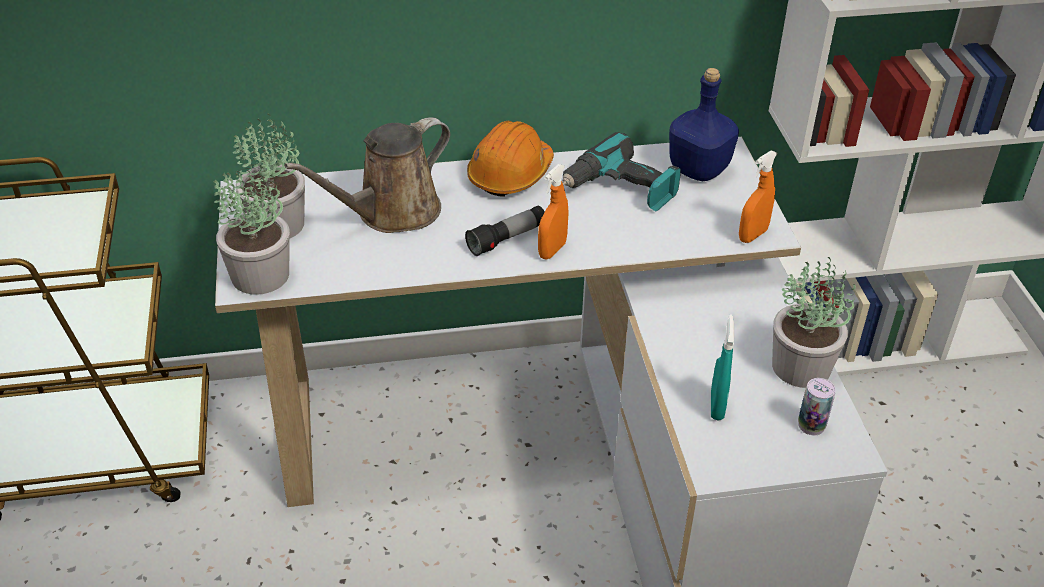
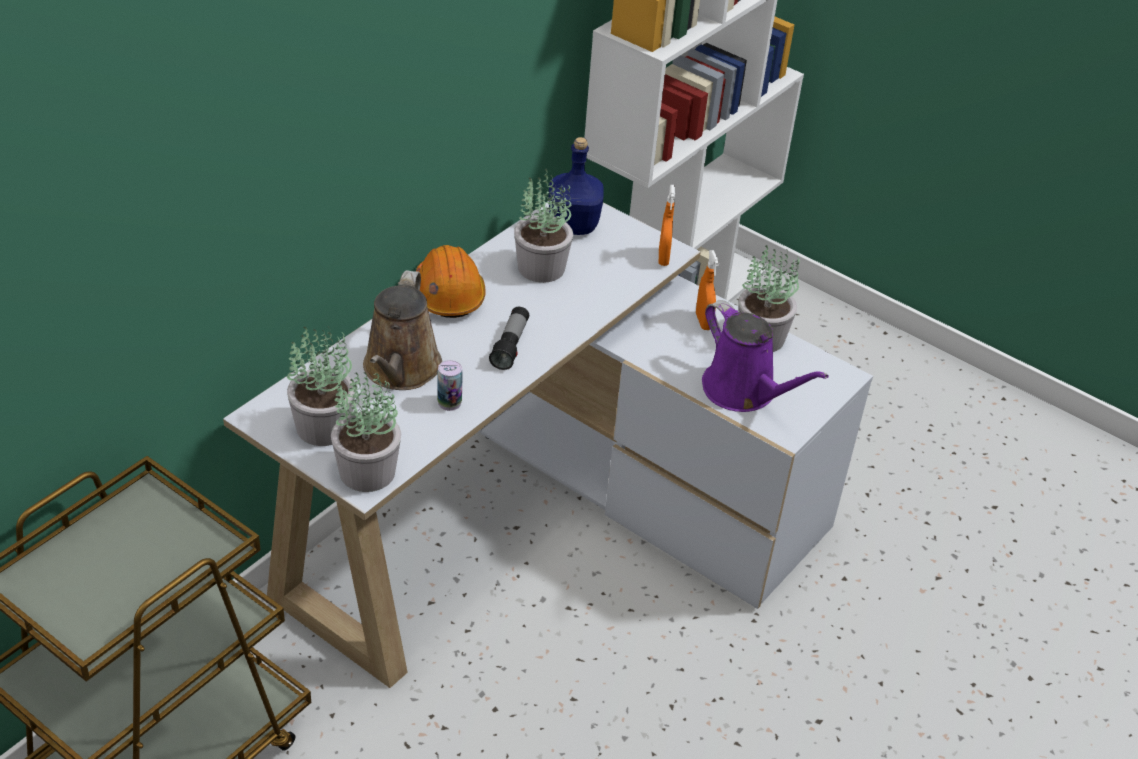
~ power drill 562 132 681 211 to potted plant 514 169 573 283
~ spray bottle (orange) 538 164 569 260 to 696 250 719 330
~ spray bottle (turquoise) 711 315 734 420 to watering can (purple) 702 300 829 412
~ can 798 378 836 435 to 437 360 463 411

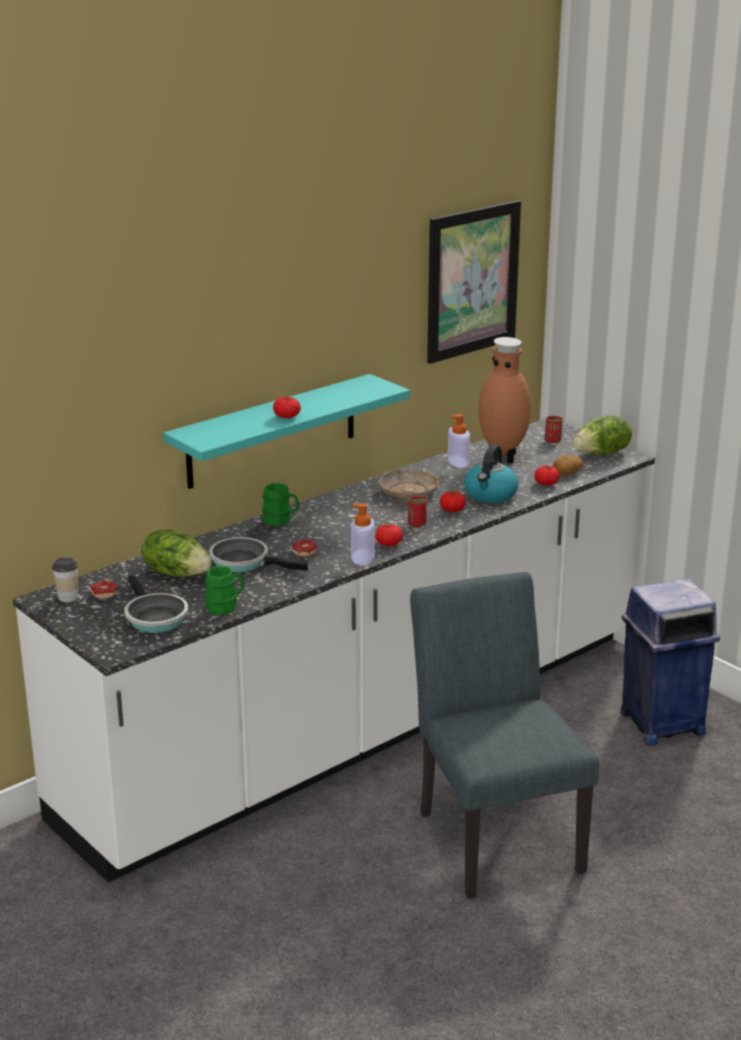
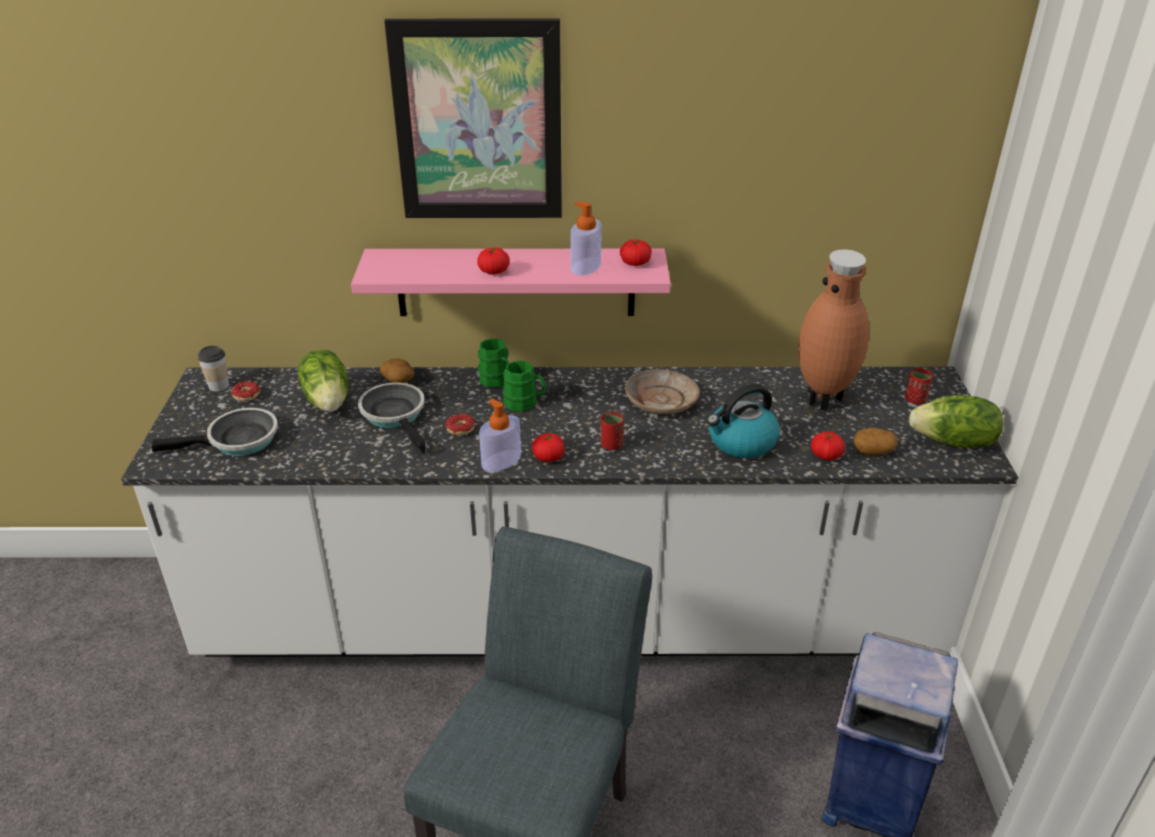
~ picture 427 200 521 364 to 384 19 562 218
~ shelf (turquoise) 163 374 410 489 to shelf (pink) 351 249 671 316
~ soap dispenser 448 414 470 468 to 571 202 602 276
~ tomato 440 491 466 512 to 620 239 652 266
~ mug (green) 205 566 244 615 to 502 361 546 412
~ frying pan 124 575 188 633 = 152 408 278 456 120 degrees counterclockwise
+ potato 380 358 415 383

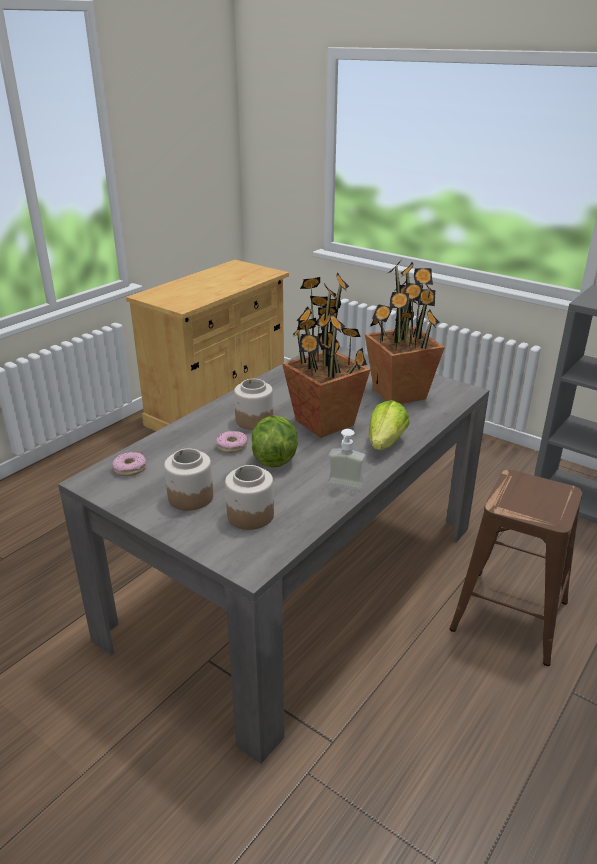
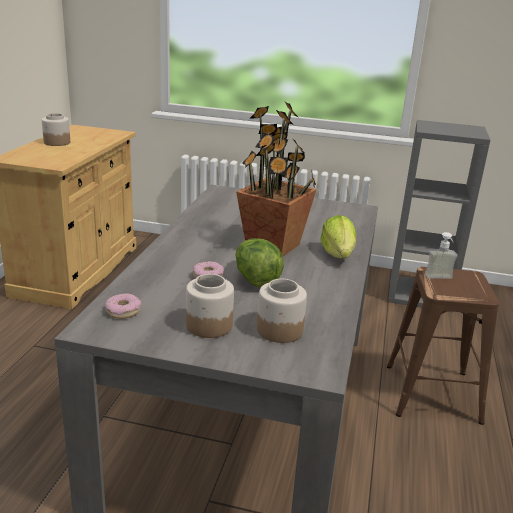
- potted plant 365 259 445 404
~ jar 234 379 273 430 to 42 113 70 146
~ soap dispenser 328 429 365 490 to 425 232 457 279

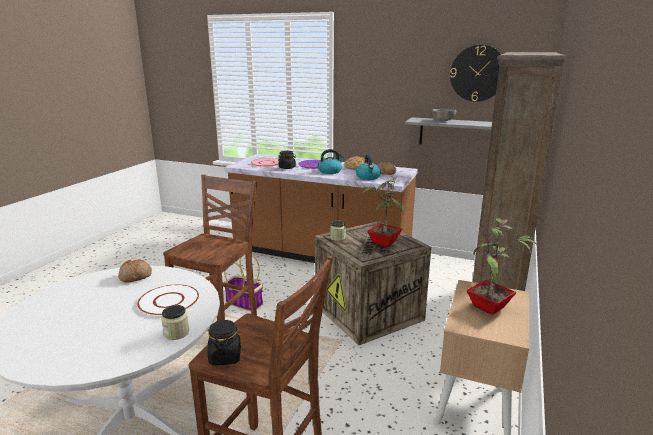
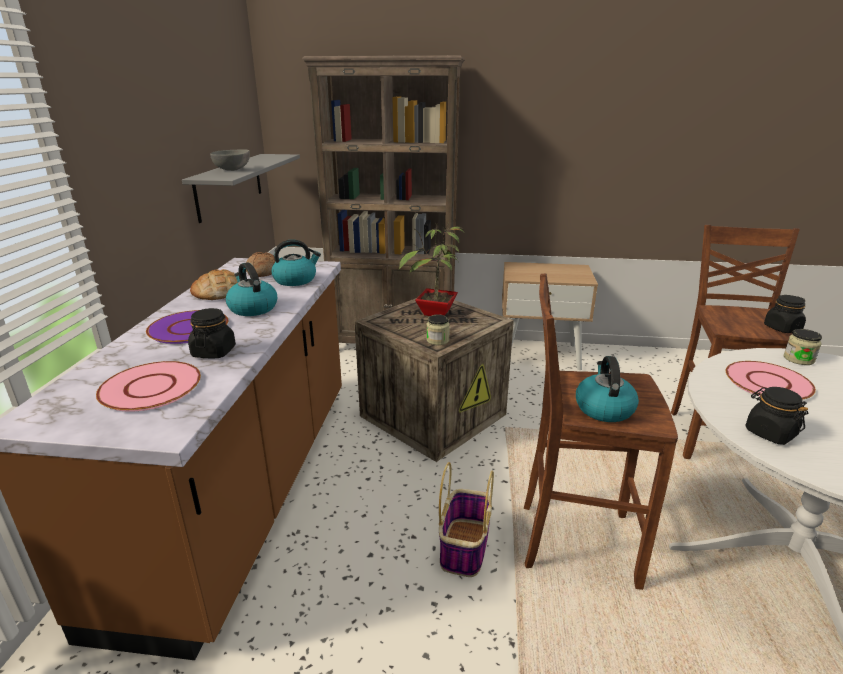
- wall clock 450 45 501 102
- potted plant 466 216 538 315
~ bread 118 259 152 282 to jar (black) 745 387 808 445
~ plate (white) 137 284 199 316 to plate (pink) 726 361 816 400
+ kettle 576 356 639 422

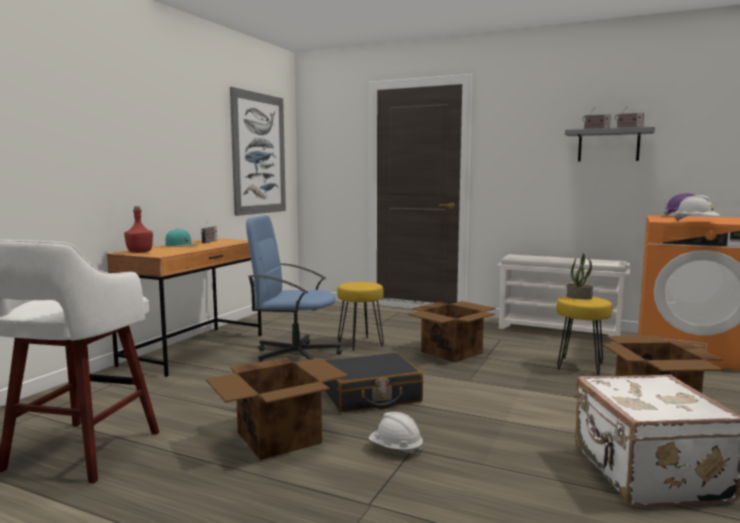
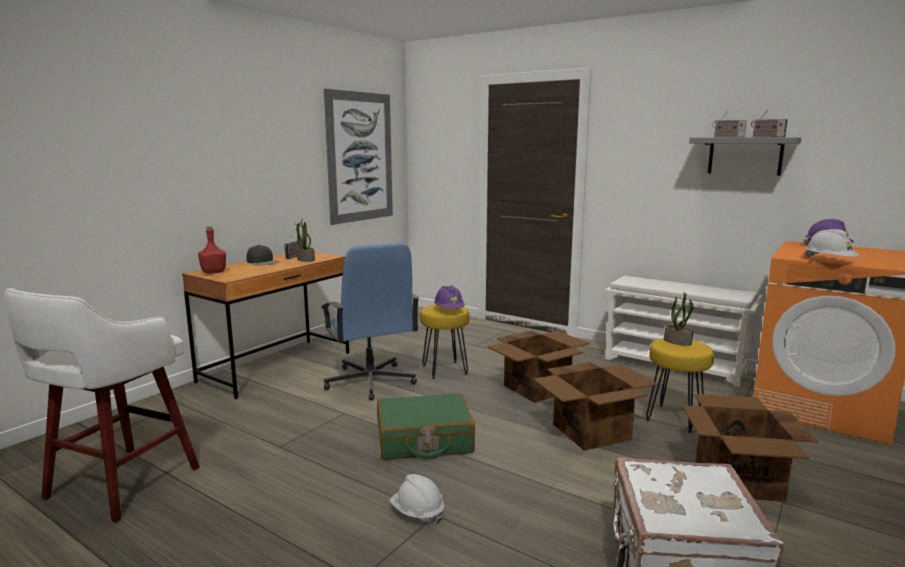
~ office chair (blue) 246 215 342 362 = 321 243 420 400 135 degrees counterclockwise
~ cap (turquoise) 165 229 200 247 to cap (black) 247 245 281 265
~ suitcase (black) 322 353 423 412 to suitcase (green) 377 393 475 460
~ cardboard box 206 357 349 460 to 533 362 658 451
+ potted plant 294 218 315 262
+ hard hat (purple) 434 285 465 309

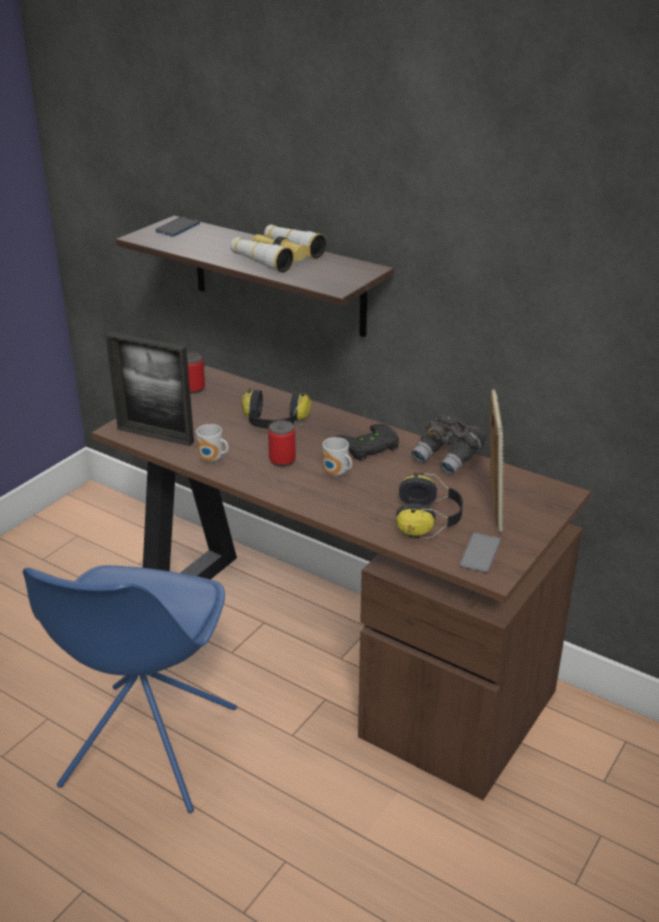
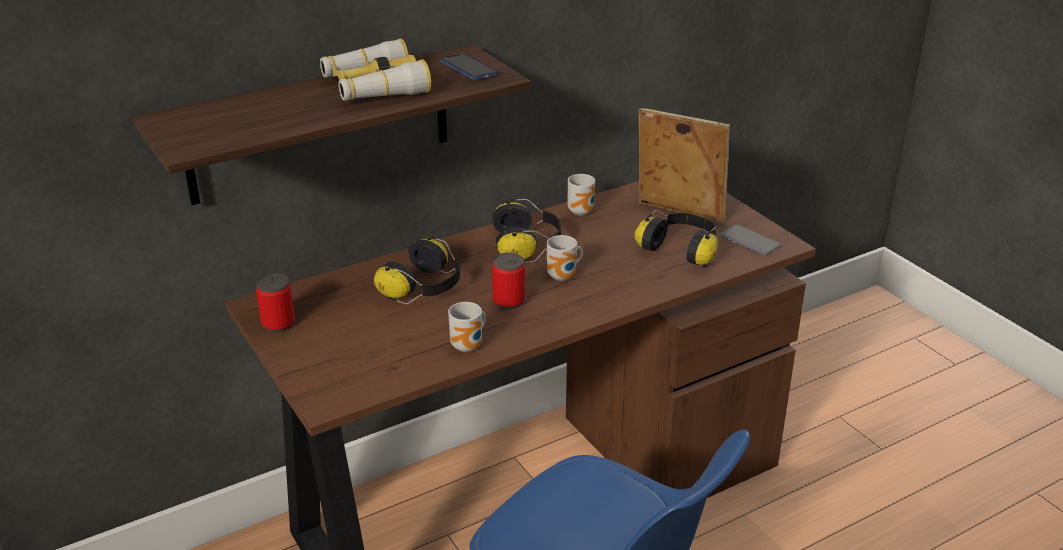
~ phone 156 216 200 237 to 440 54 498 79
- picture frame 105 332 194 446
~ binoculars (grey) 411 412 487 475 to mug 568 174 595 216
~ game controller (black) 335 424 399 461 to headphones 492 199 561 263

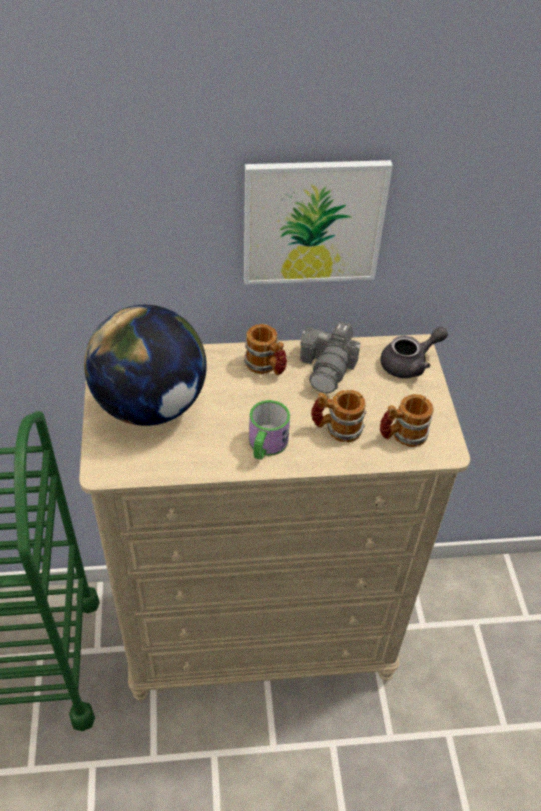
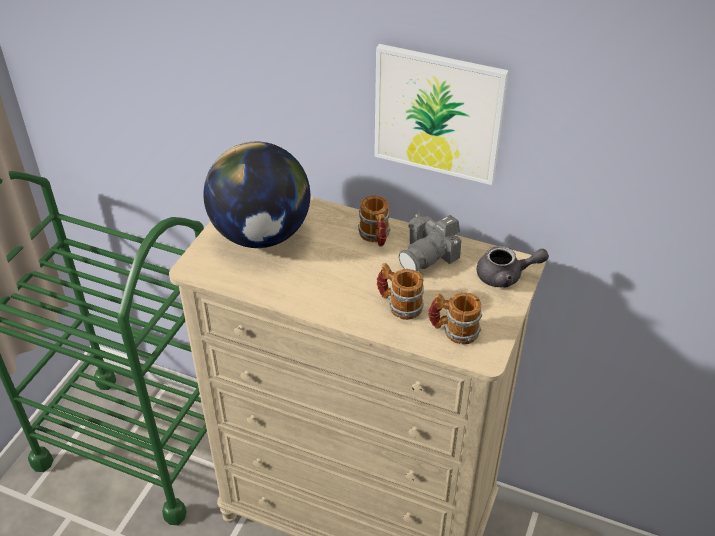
- mug 249 400 290 460

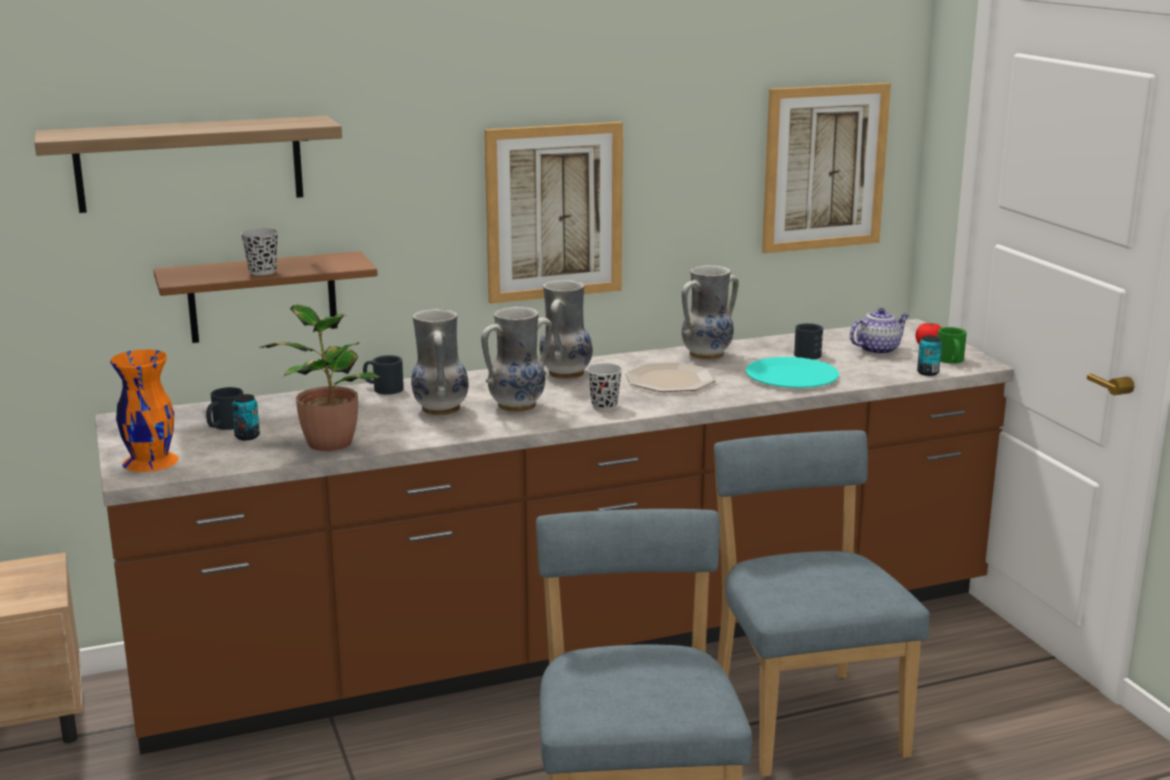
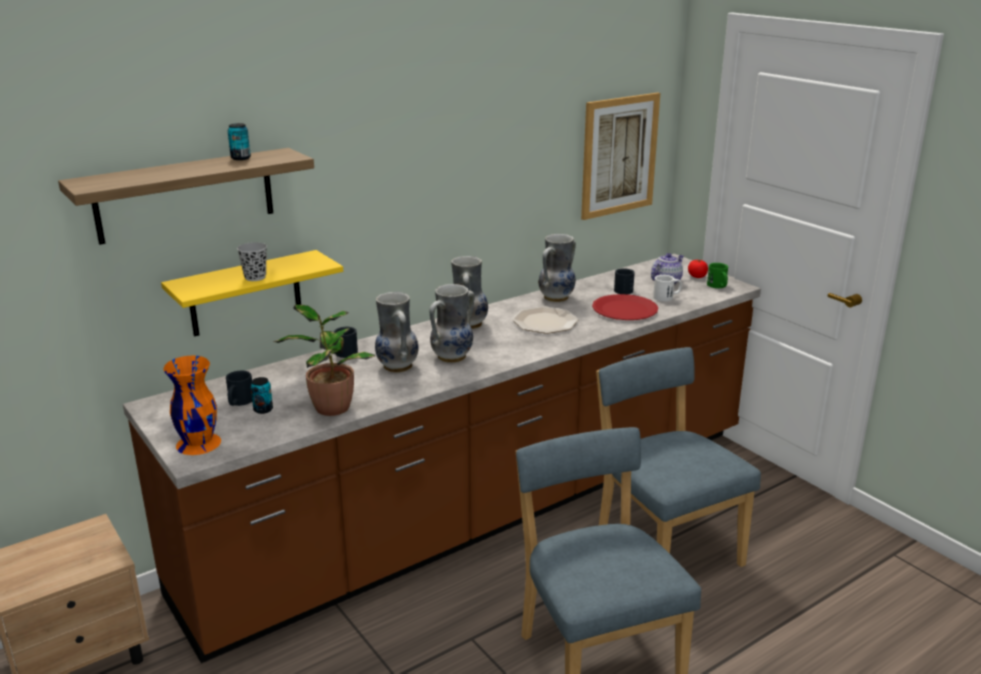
- picture 484 122 623 304
~ shelf (brown) 153 251 378 343 to shelf (yellow) 161 250 343 337
~ can 917 335 942 376 to 228 123 251 160
~ plate (turquoise) 746 357 839 388 to plate (red) 592 294 658 320
- cup (black) 587 363 622 410
+ mug (white) 653 275 682 301

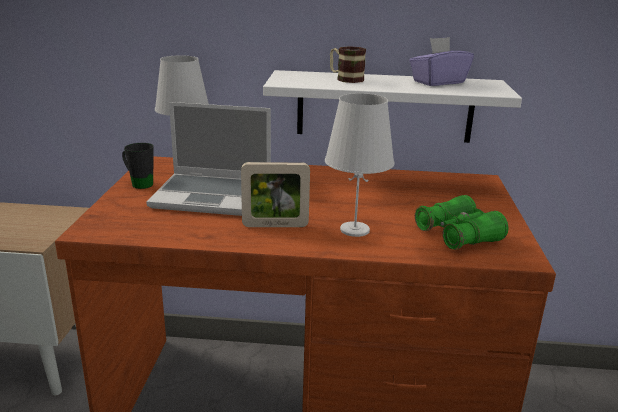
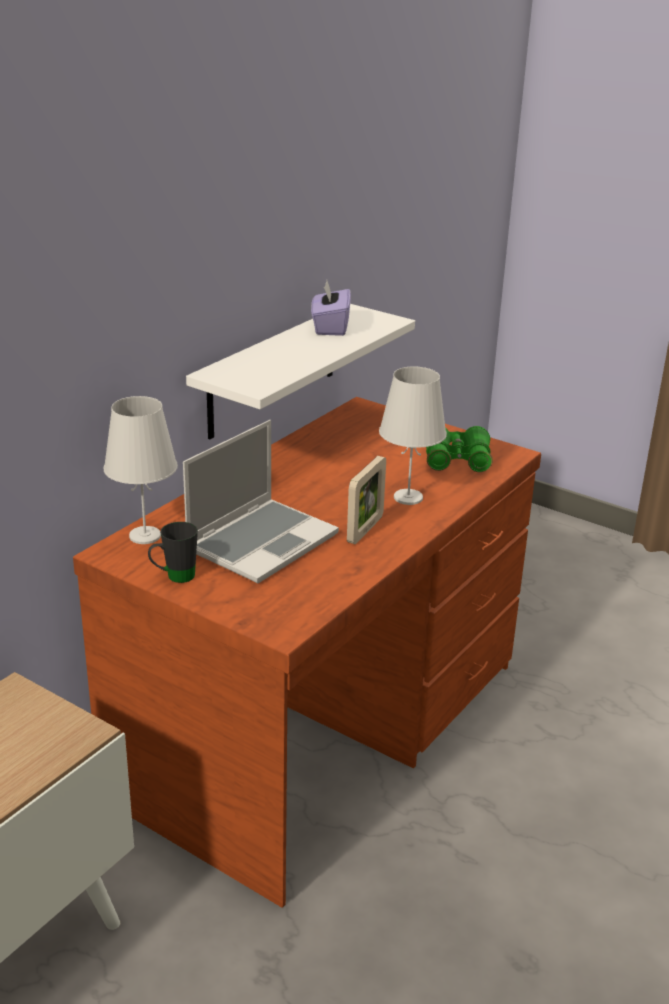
- mug 330 46 366 83

